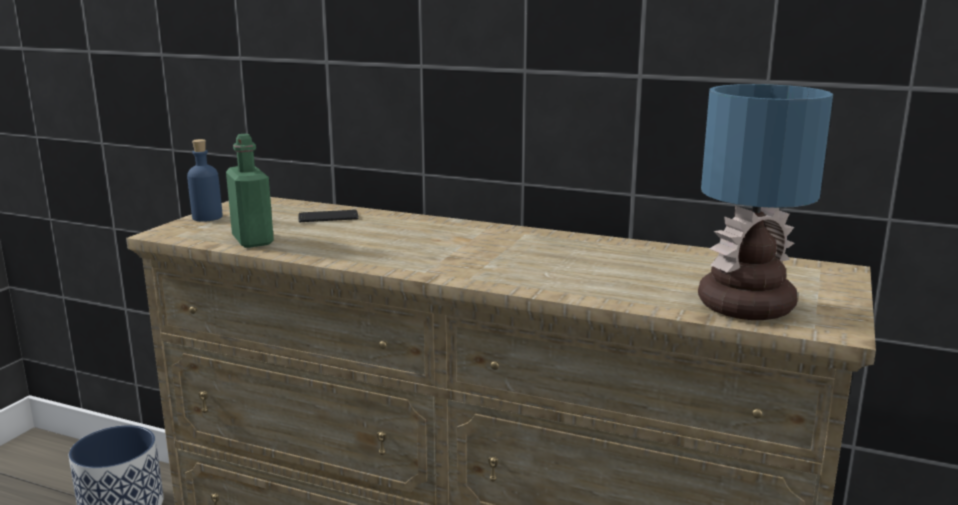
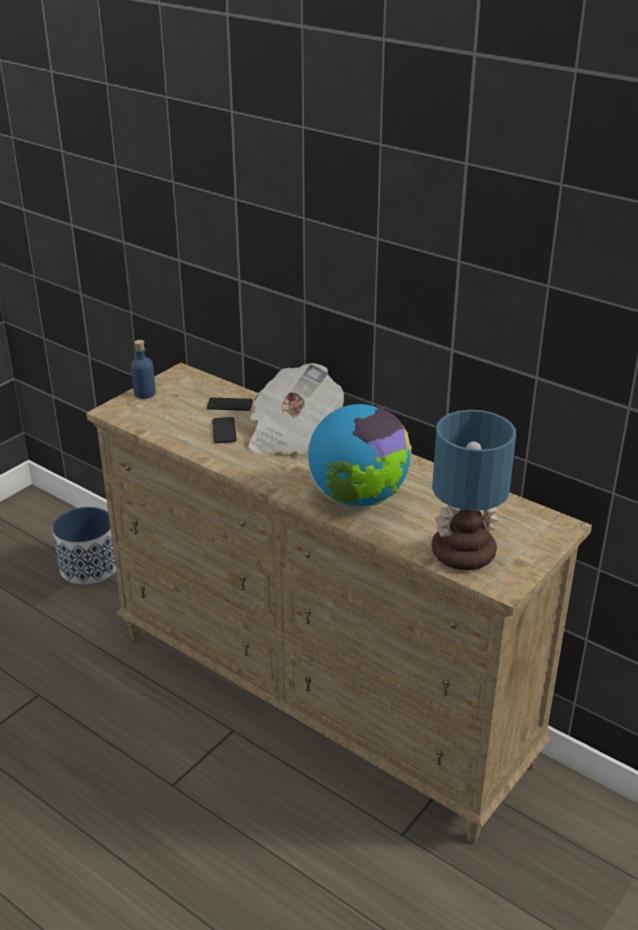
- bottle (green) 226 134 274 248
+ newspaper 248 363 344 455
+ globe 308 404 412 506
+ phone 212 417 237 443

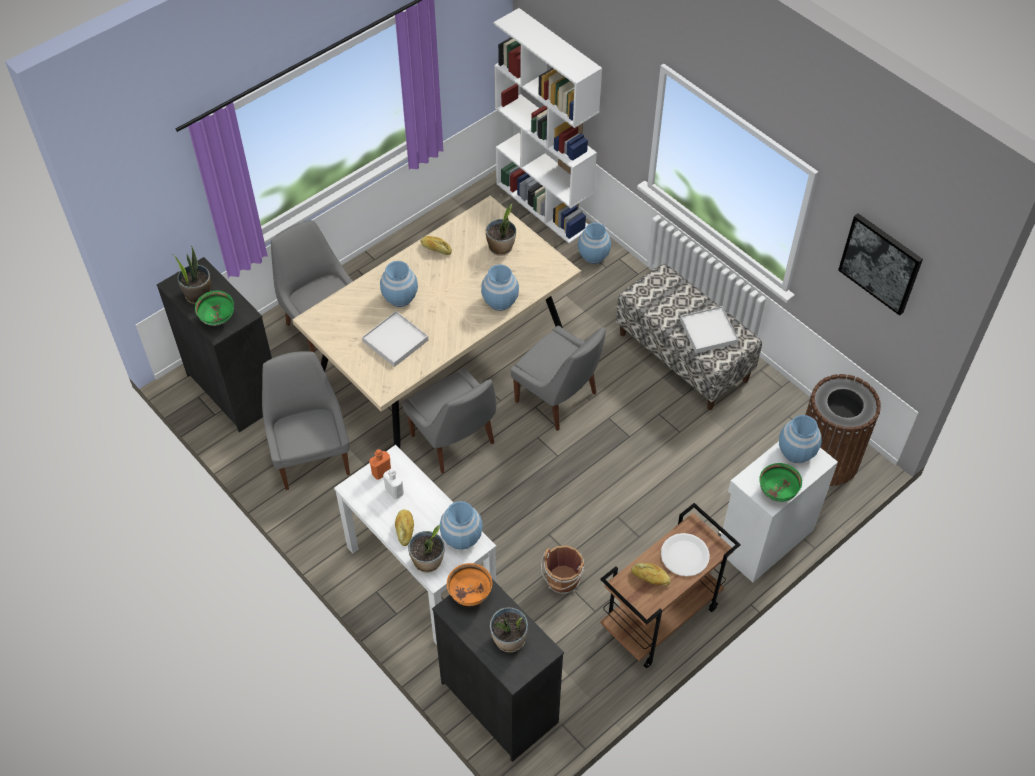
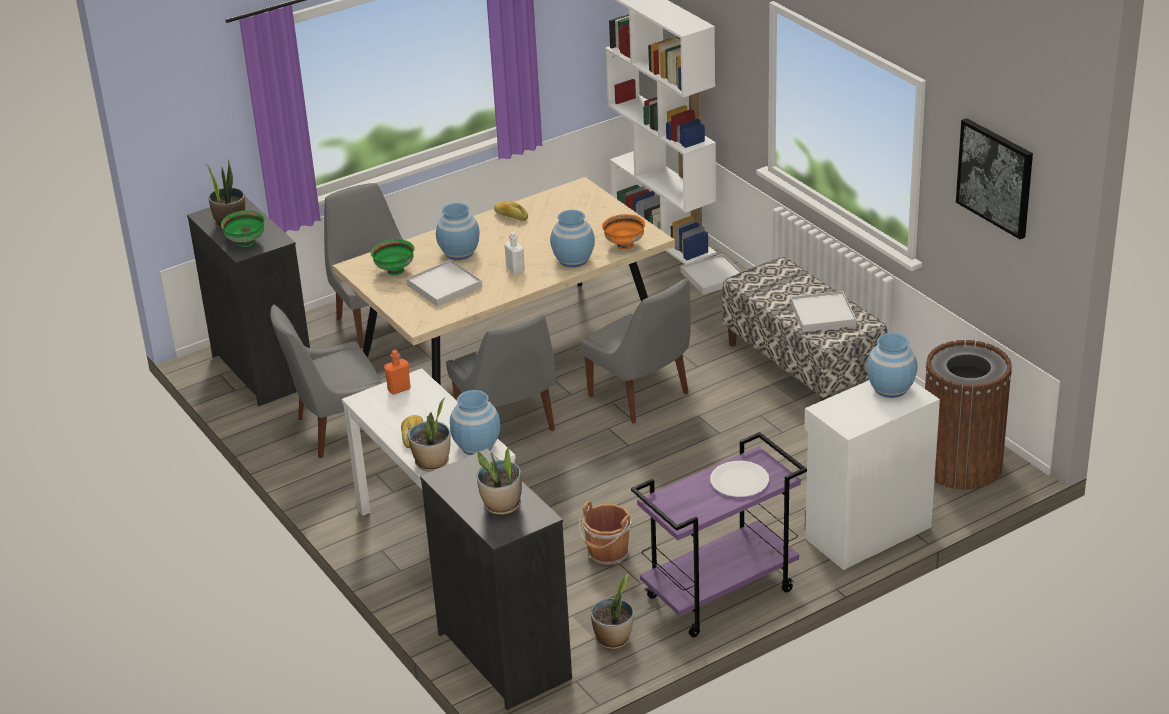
~ potted plant 486 204 516 256 to 591 574 634 649
~ vase (blue) 578 223 611 264 to tray (white) 681 254 742 295
~ chair (grey) 262 351 350 490 = 270 305 382 459 105 degrees counterclockwise
~ bowl (green) 759 463 802 502 to 370 239 415 275
~ bottle (white) 383 468 404 499 to 504 232 525 274
~ cart (brown) 600 503 741 668 to cart (purple) 631 432 807 638
~ bowl (orange) 447 563 492 606 to 602 214 645 250
- bread 631 563 670 585

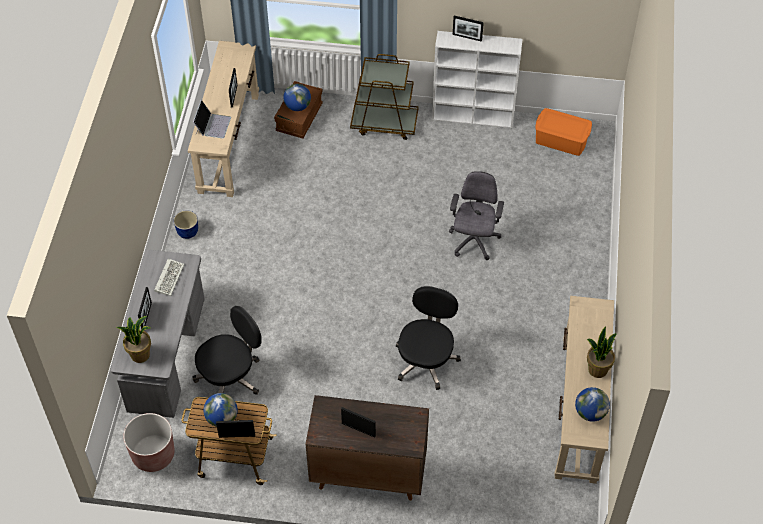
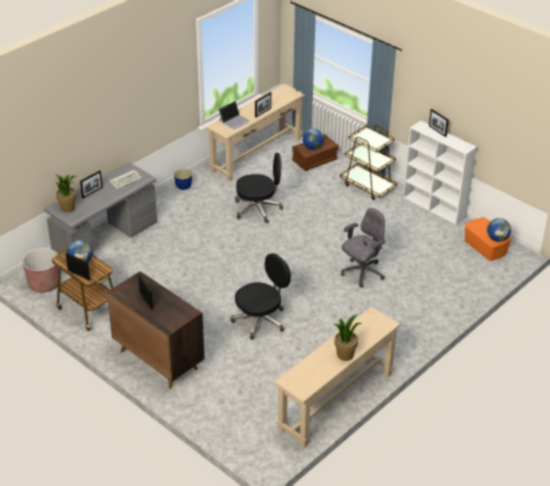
~ office chair (black) 192 306 262 395 to 235 153 283 223
~ globe 575 387 610 422 to 487 218 511 242

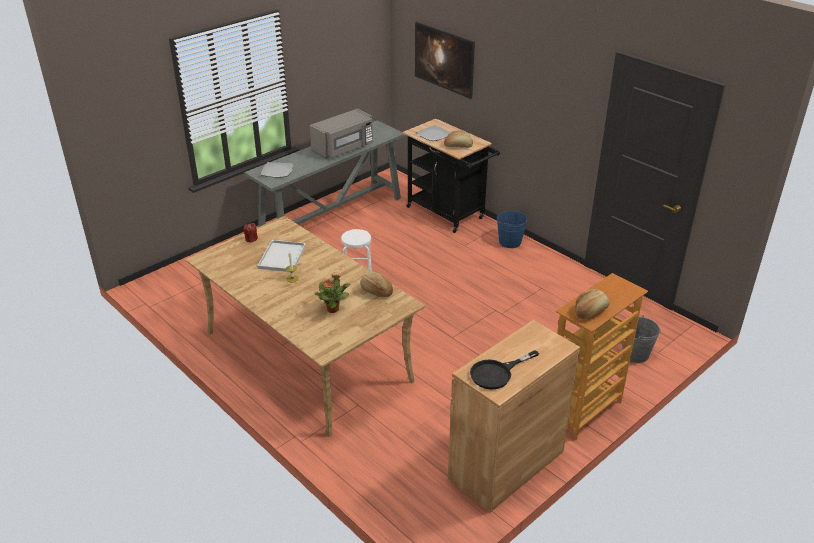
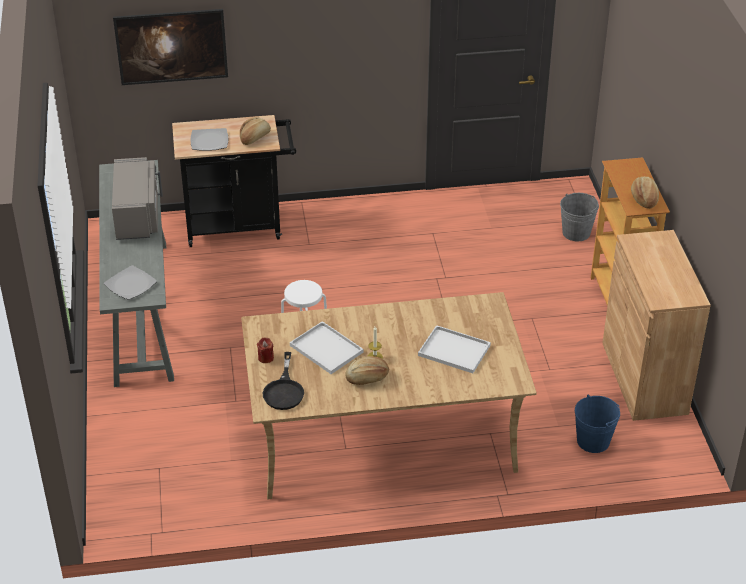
~ bucket (blue) 497 210 528 248 to 575 395 620 453
~ bread 360 272 393 297 to 345 356 389 385
~ potted plant 315 274 351 313 to tray (white) 418 325 491 373
~ frying pan (black) 470 350 539 389 to 263 352 304 410

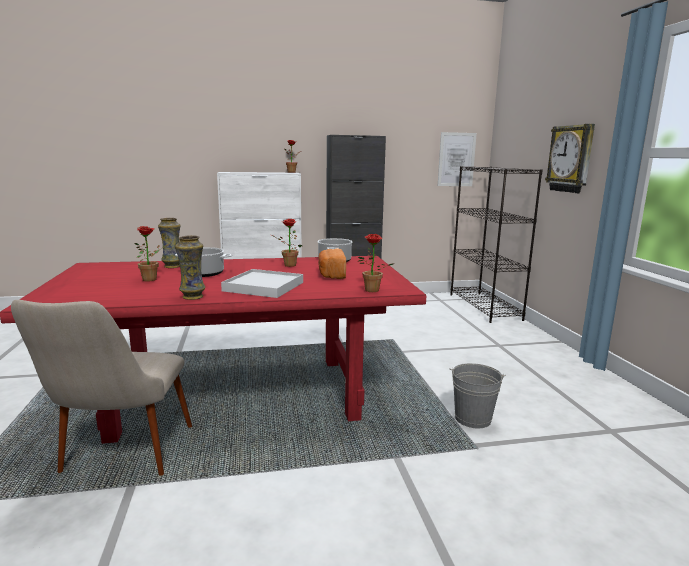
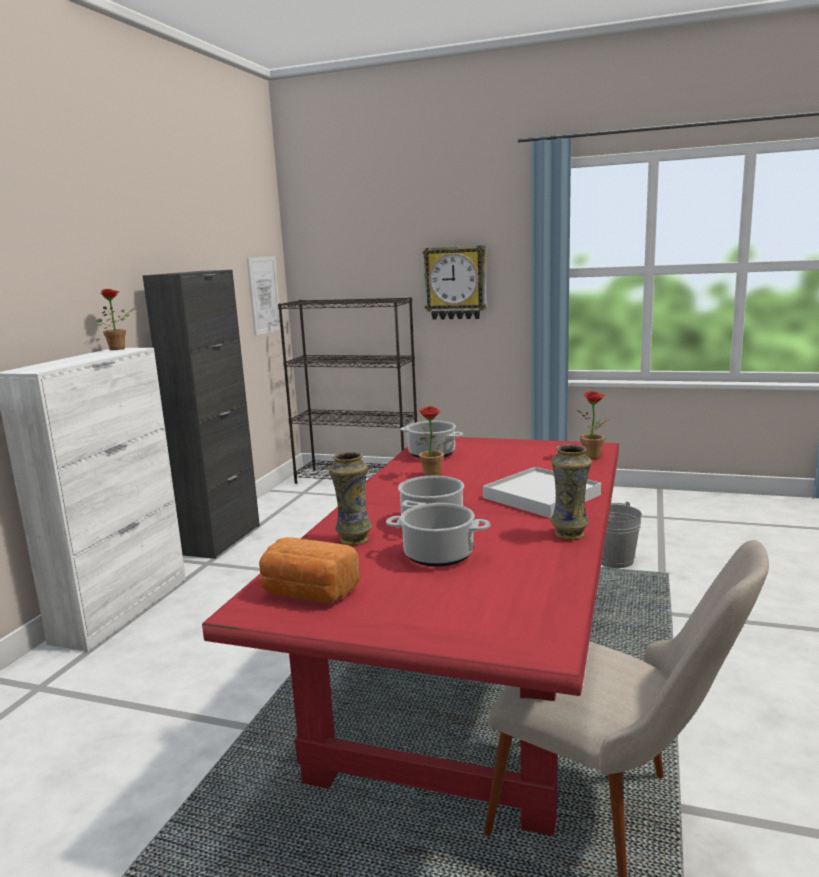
~ potted plant 134 226 169 282 to cooking pot 386 503 490 567
~ bread 318 248 346 279 to 259 537 360 603

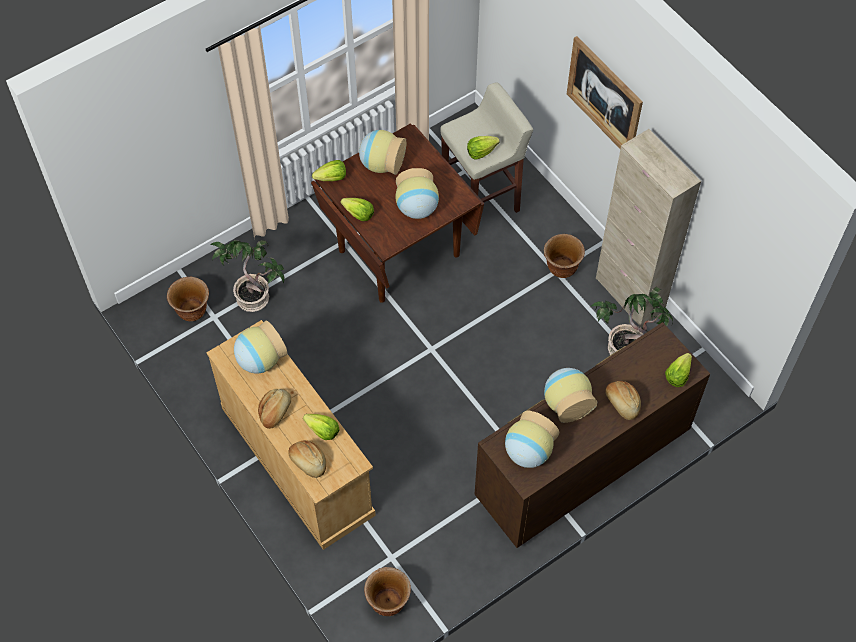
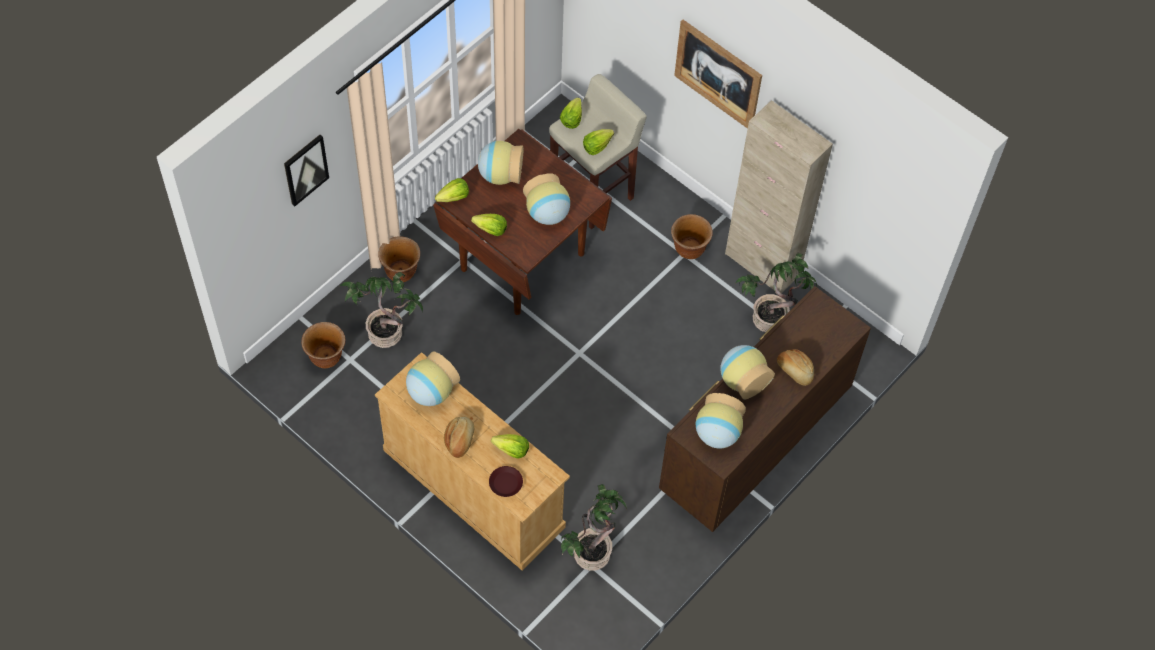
~ lettuce 665 353 692 387 to 560 98 582 129
~ bread 288 440 326 478 to plate (brown) 489 466 523 497
~ planter (brown) 364 567 411 616 to 378 236 420 282
+ picture 284 135 329 206
+ potted plant 561 484 627 571

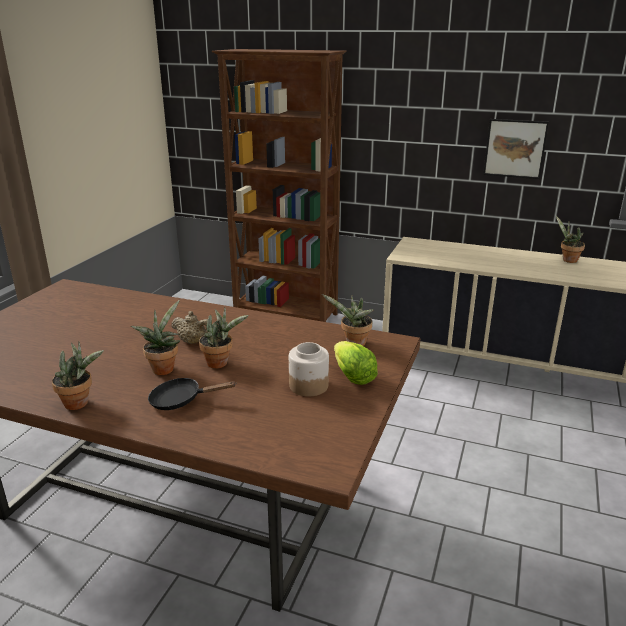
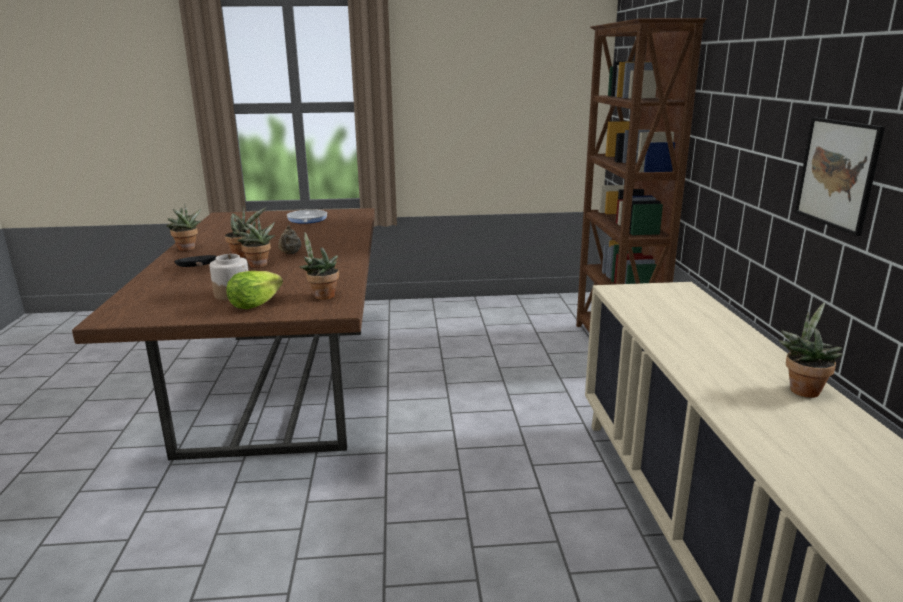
+ frying pan 287 210 327 224

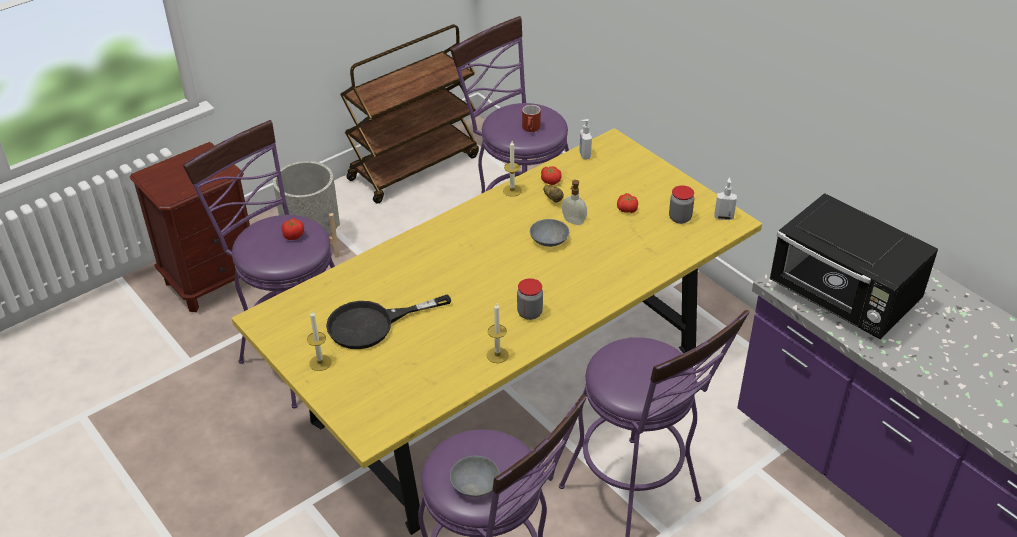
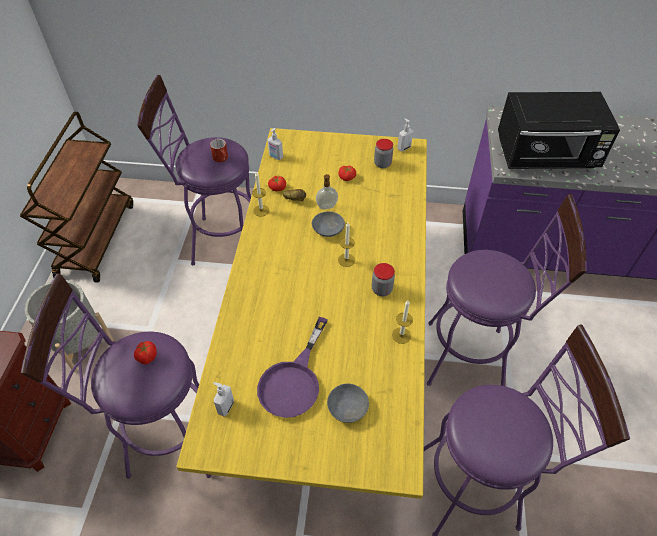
~ frying pan (black) 326 294 451 349 to frying pan (purple) 257 317 328 418
~ candle 307 311 332 371 to 338 223 355 267
~ bowl (grey) 450 456 500 497 to 327 384 369 423
+ soap dispenser 213 382 234 416

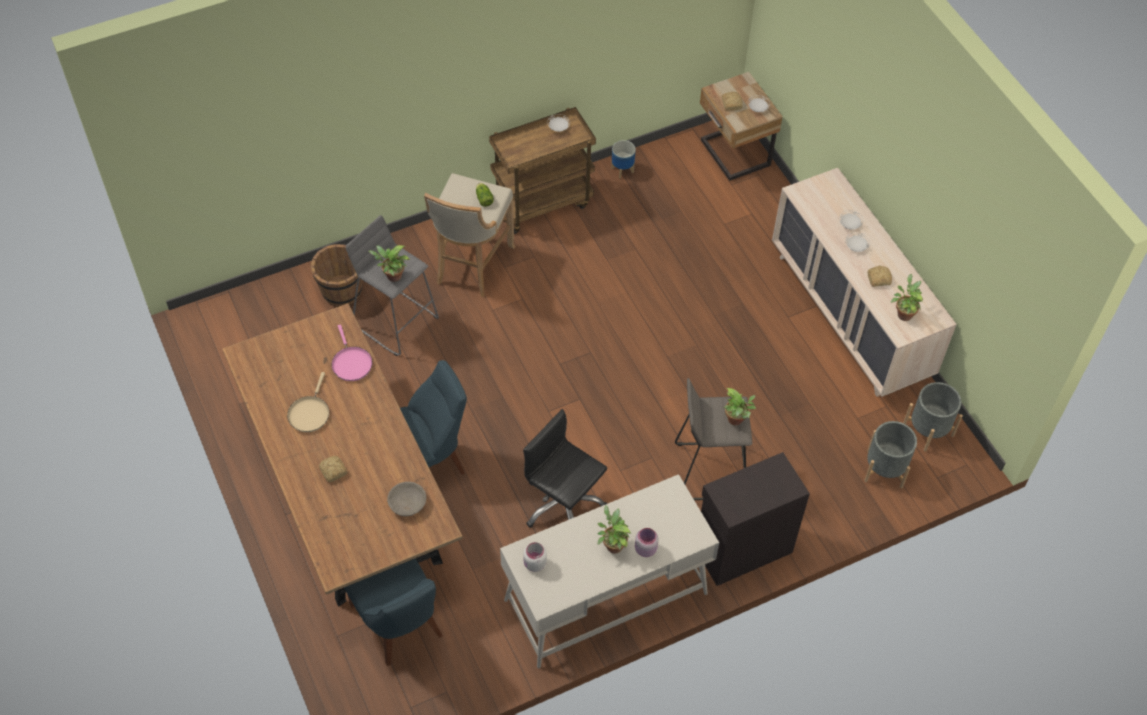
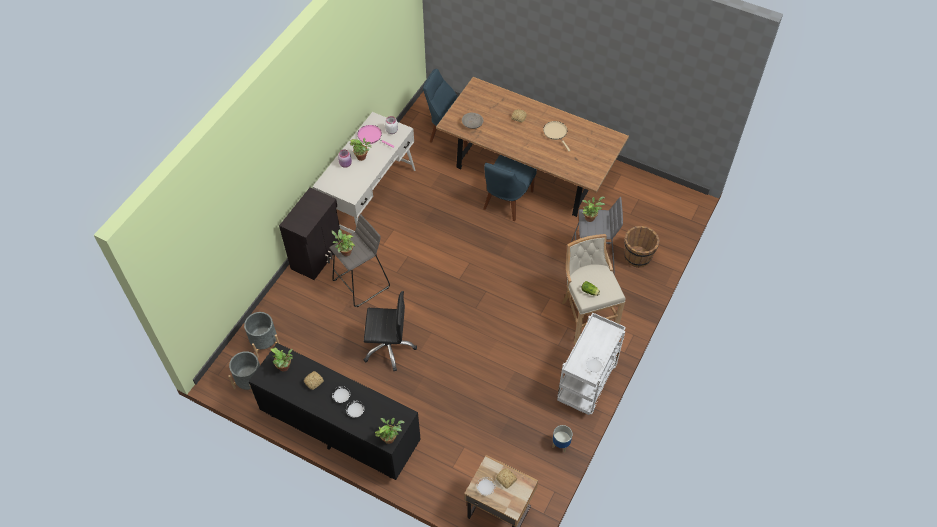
~ cart (brown) 489 107 596 234 to cart (white) 557 313 626 415
~ dresser (beige) 772 168 957 397 to dresser (black) 249 343 421 480
~ frying pan (pink) 332 325 373 381 to 357 125 394 148
~ office chair (black) 523 409 608 528 to 363 291 417 371
+ potted plant 375 418 405 444

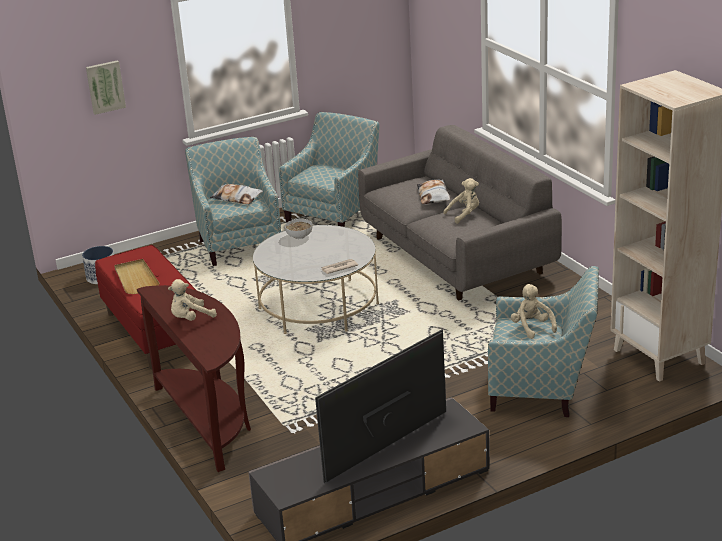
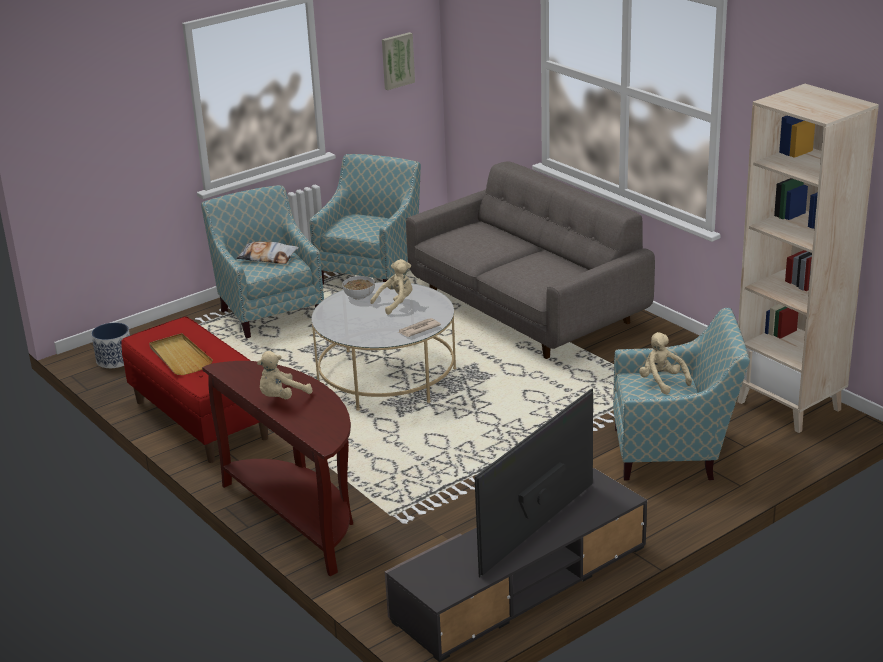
~ picture 86 60 126 115 to 382 32 415 90
~ plush toy (beige) 443 178 479 224 to 370 259 412 315
- pillow 417 179 450 204

